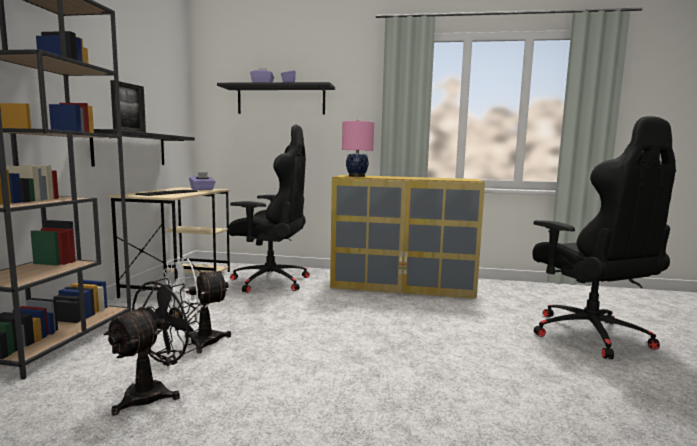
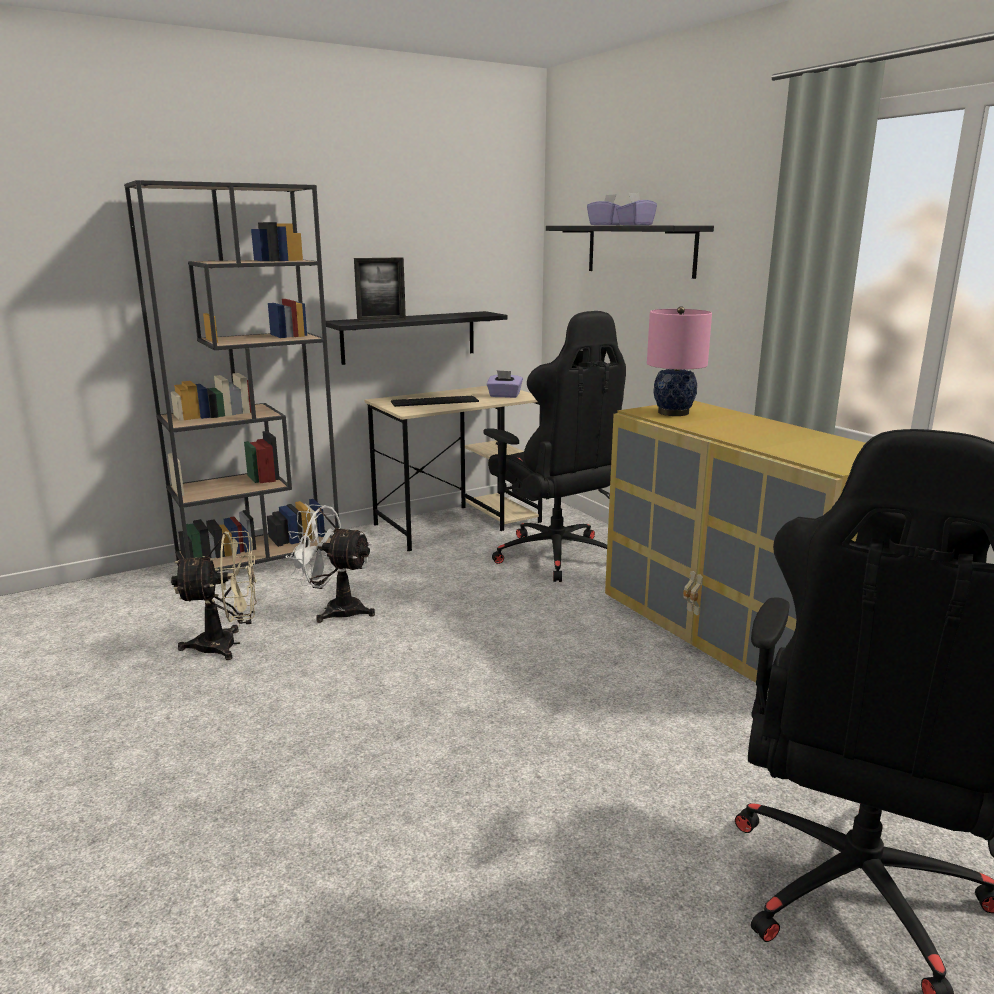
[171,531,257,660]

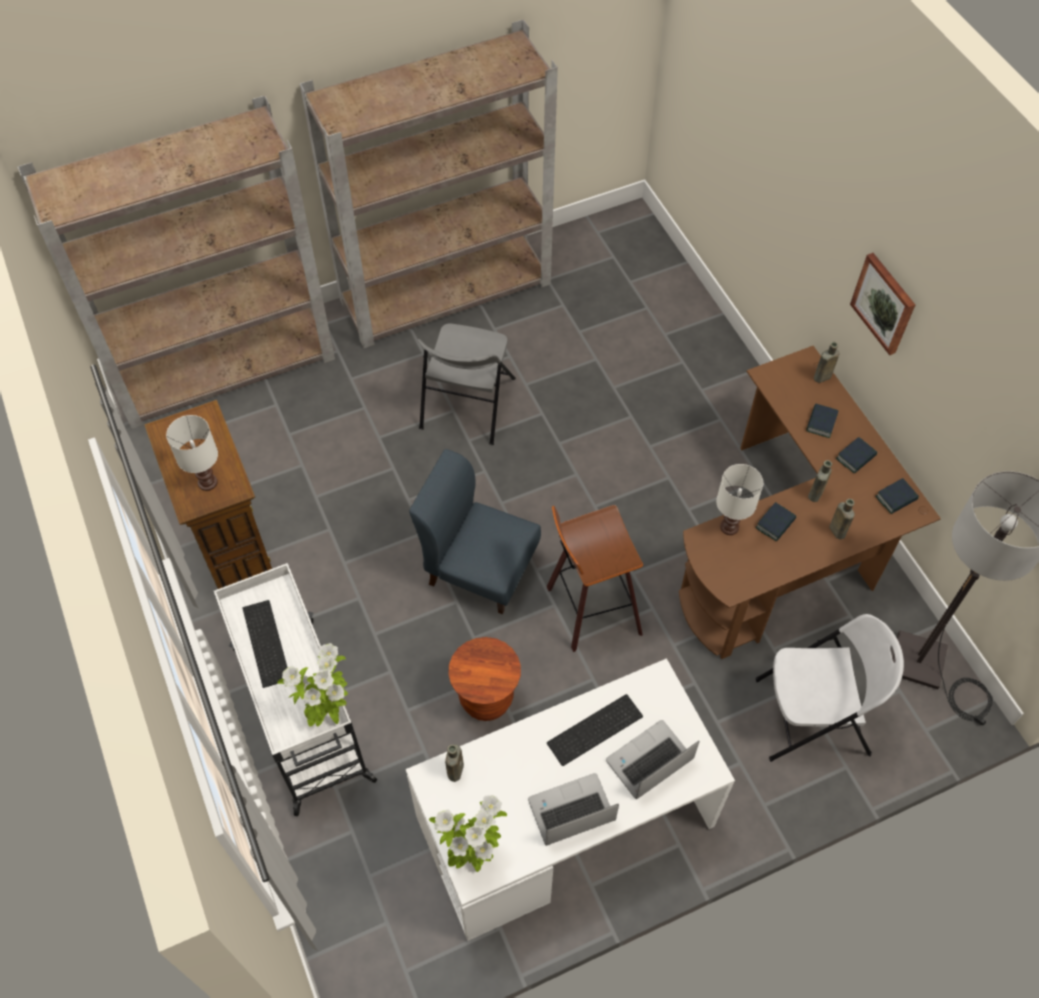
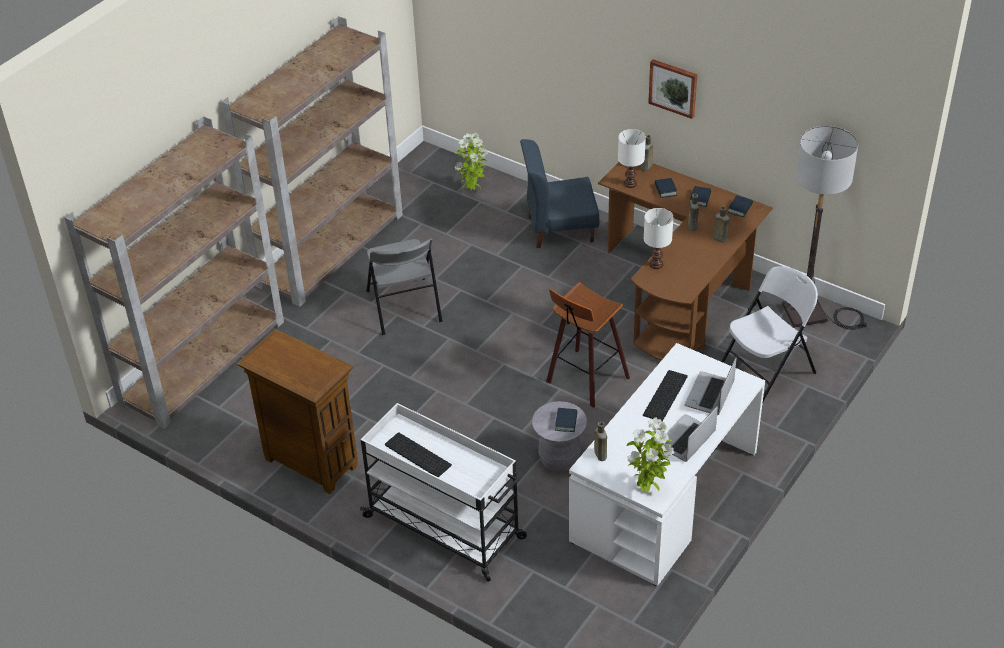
[618,129,646,188]
[454,133,488,190]
[520,139,600,248]
[555,408,578,432]
[532,401,587,472]

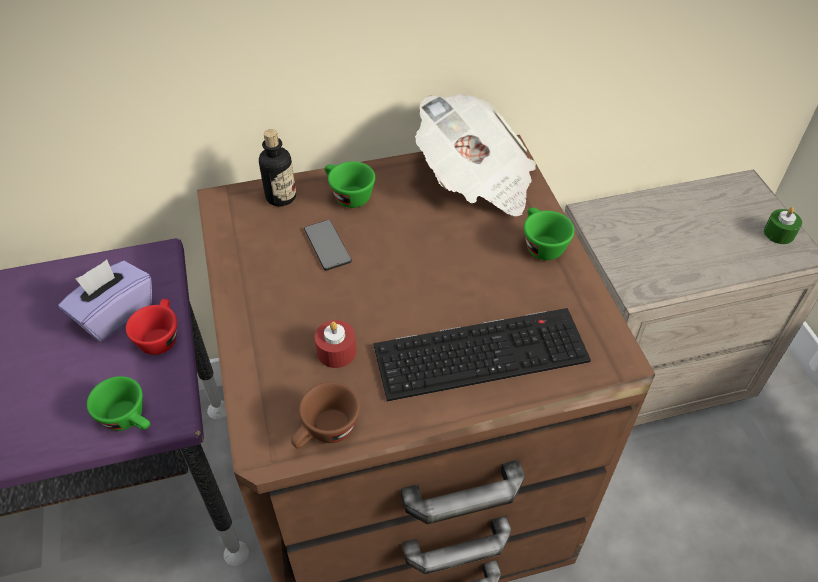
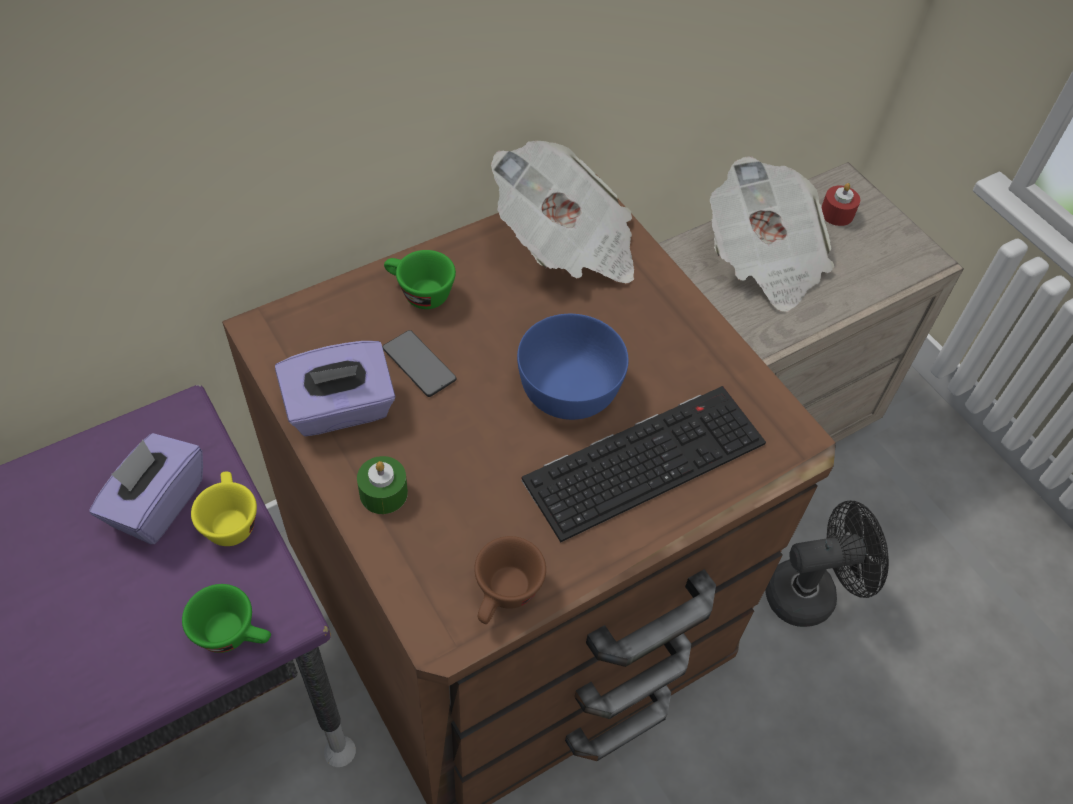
[259,129,296,207] (first image)
[524,207,574,260] (first image)
[275,341,395,436]
[517,314,628,420]
[710,156,834,312]
[765,501,889,627]
[822,183,860,226]
[357,456,408,514]
[191,472,257,546]

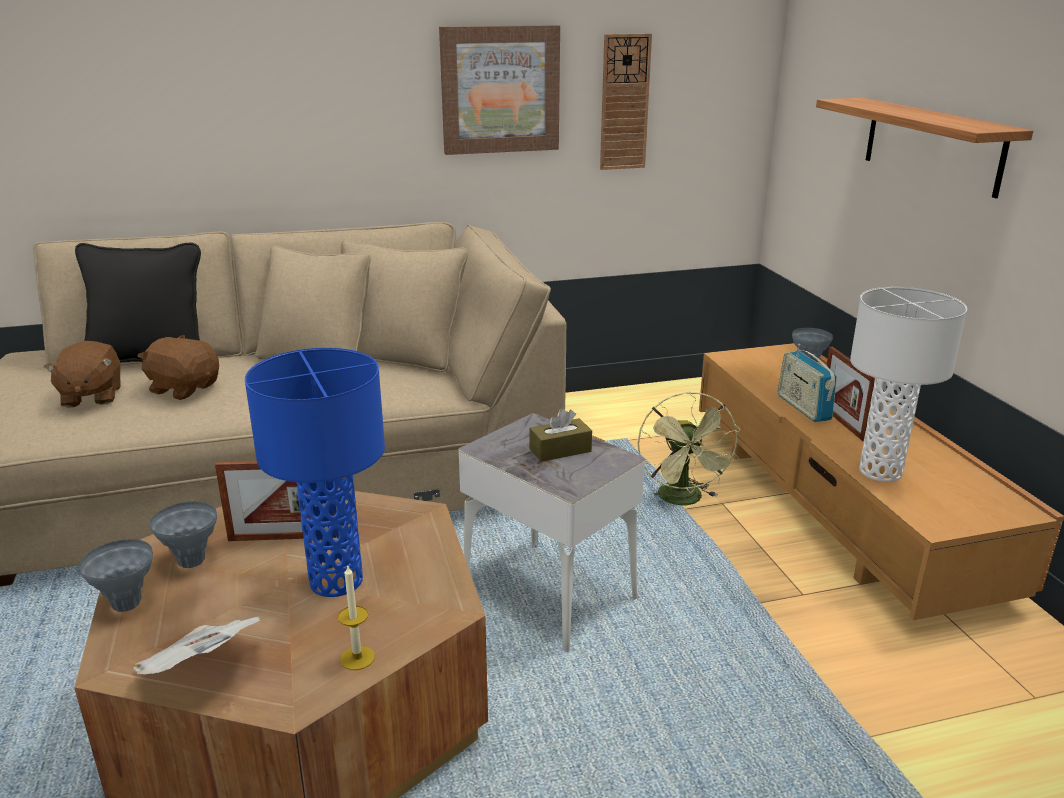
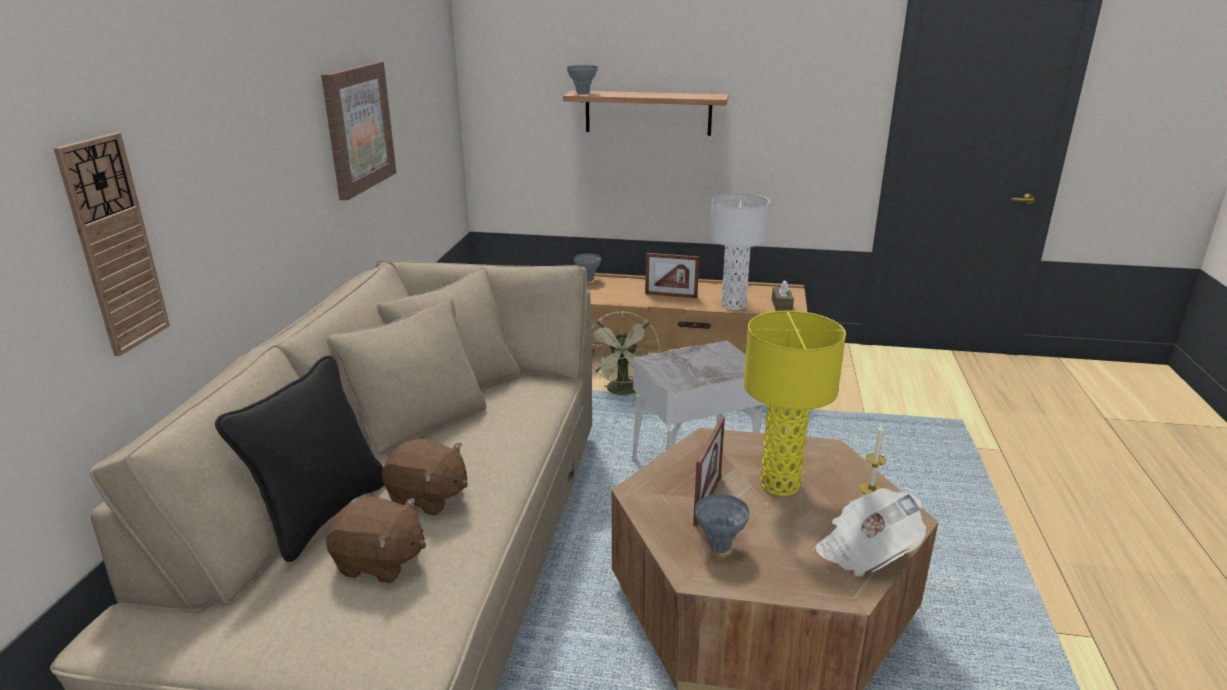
[778,344,837,422] (first image)
[567,65,598,94]
[772,280,794,311]
[54,132,170,356]
[744,311,846,496]
[382,438,468,516]
[591,311,659,395]

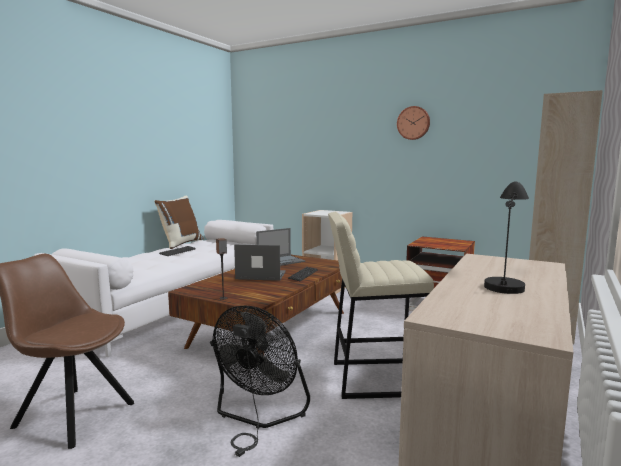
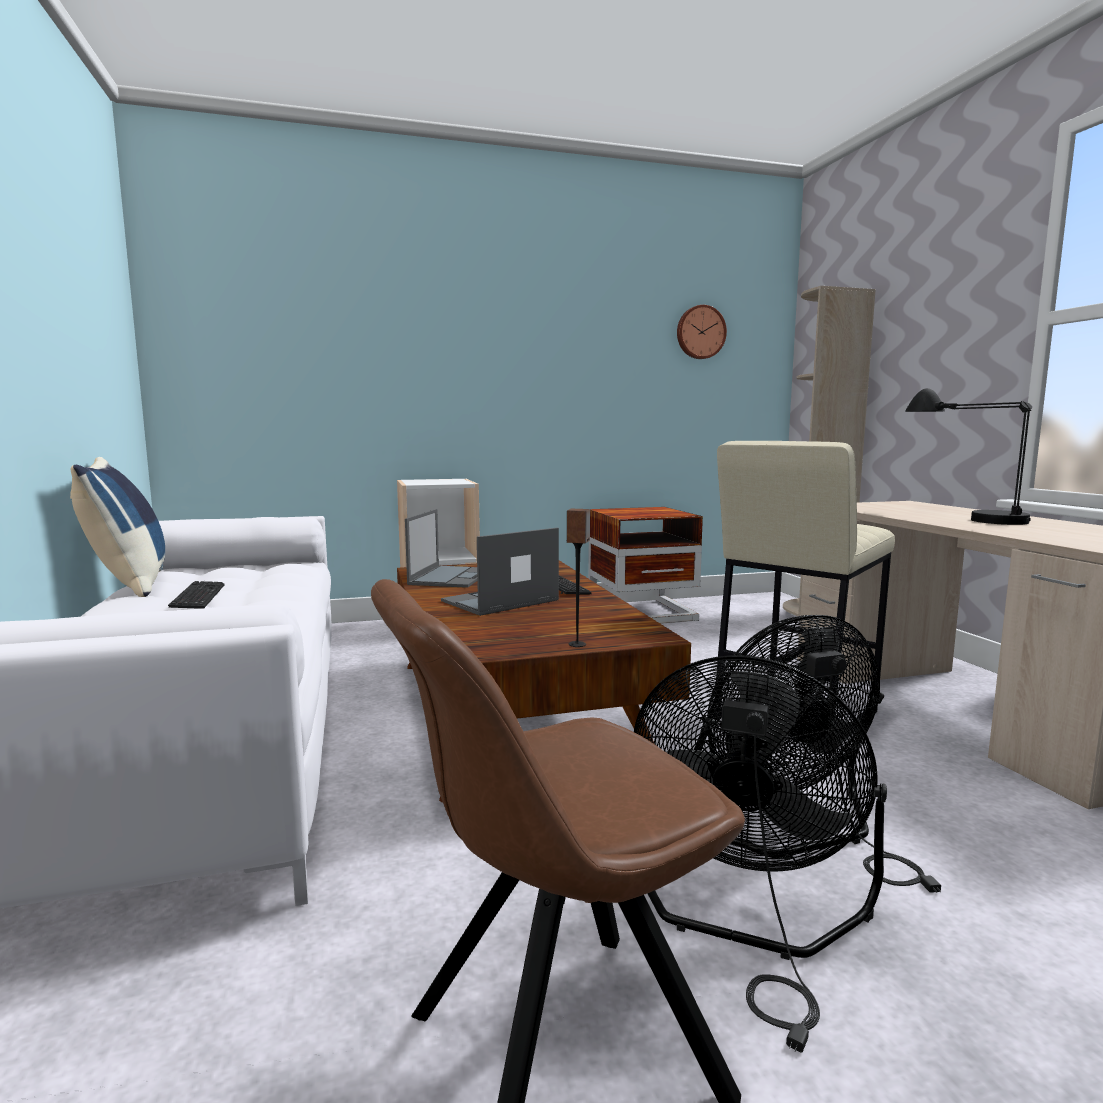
[634,655,887,1053]
[677,305,727,359]
[70,457,165,597]

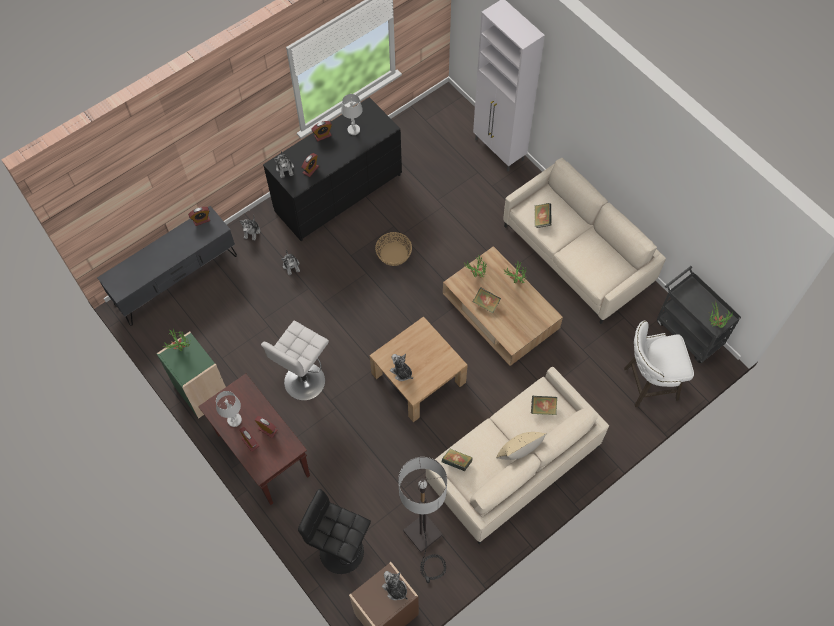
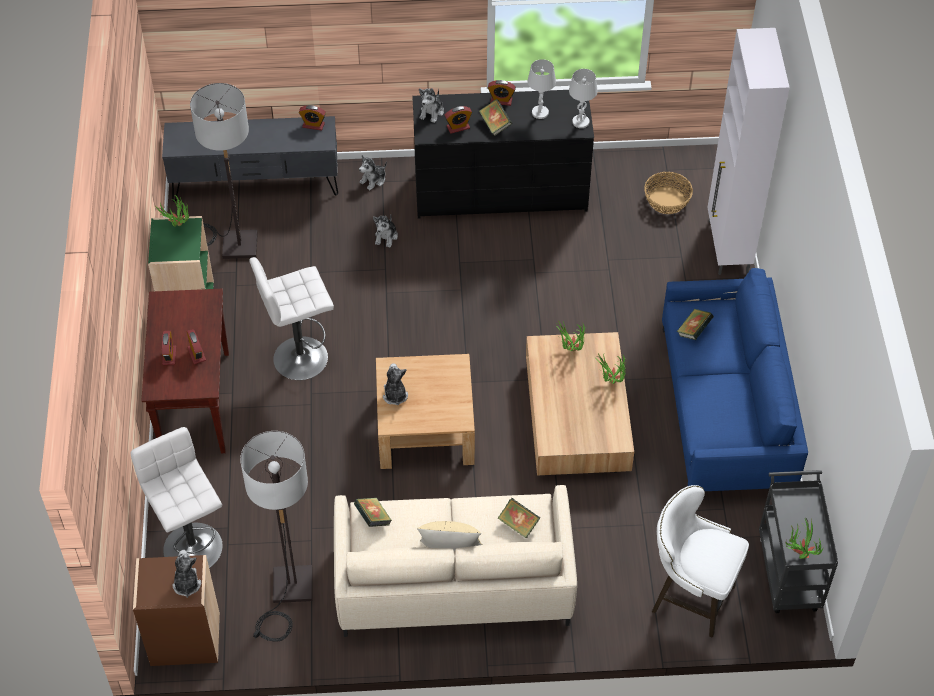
[190,83,258,259]
[569,69,598,128]
[644,172,693,214]
[479,99,512,136]
[131,427,223,568]
[662,268,808,491]

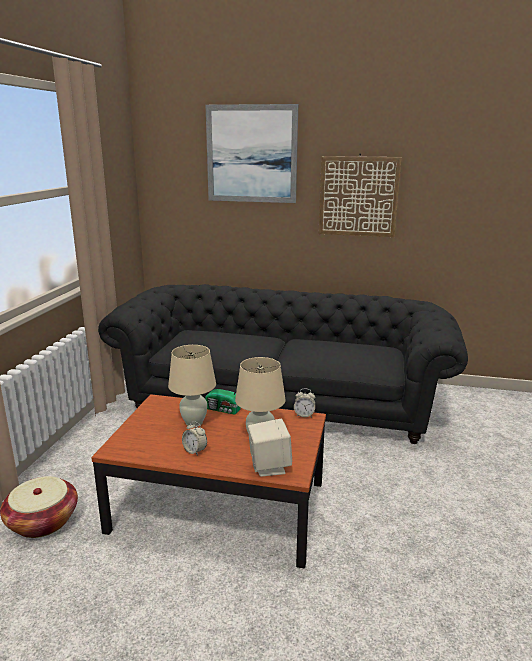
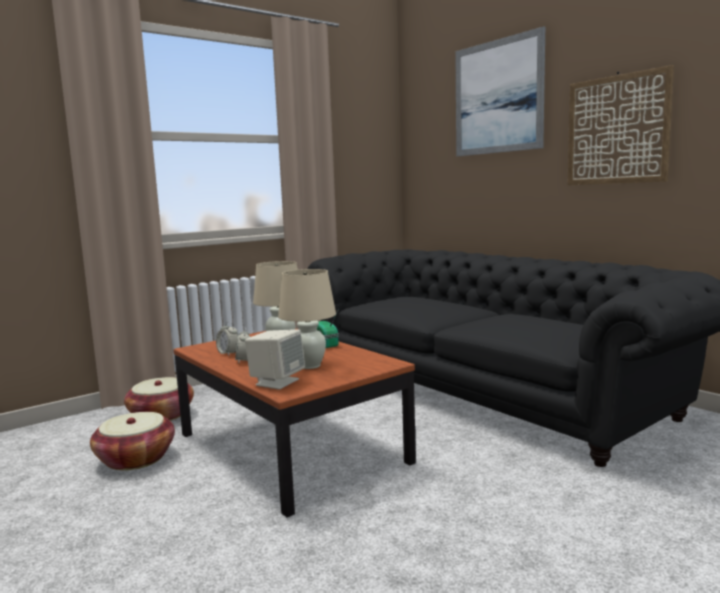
[90,412,175,471]
[216,321,238,355]

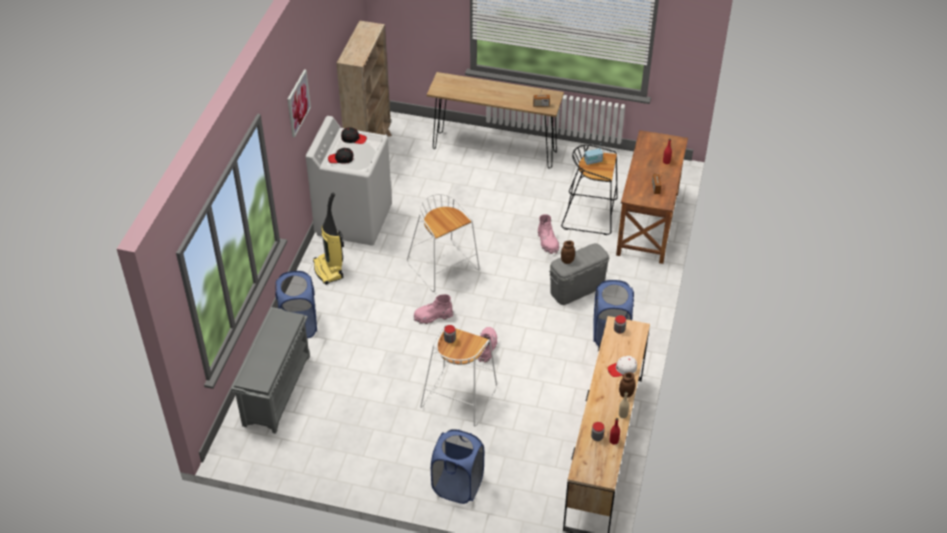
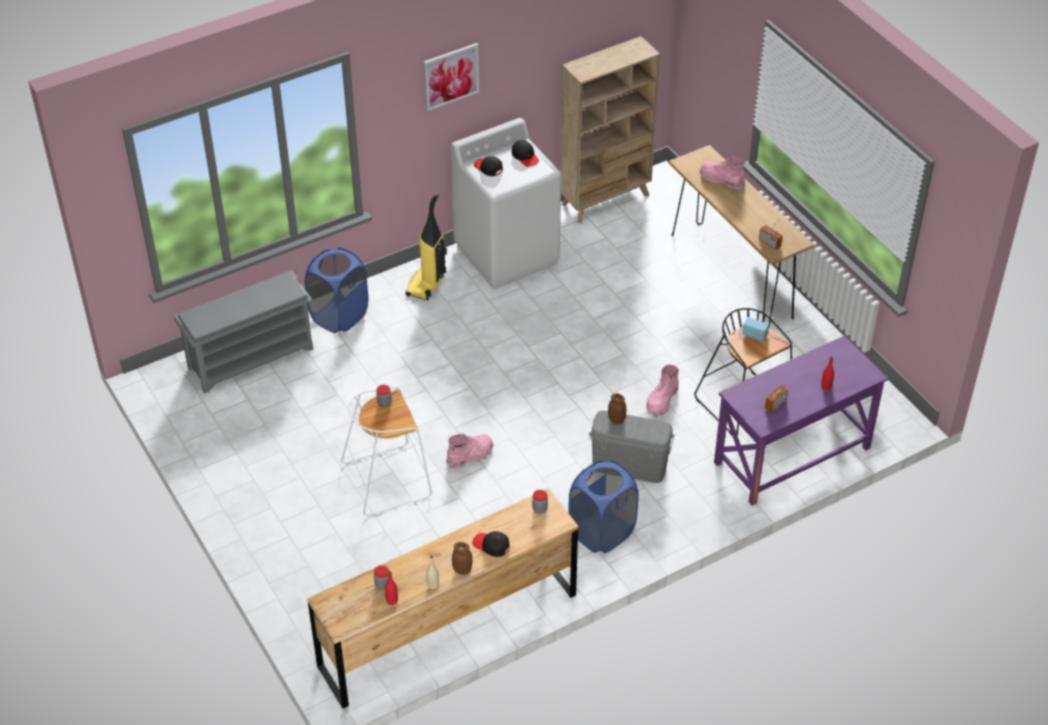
[407,194,480,292] (first image)
[431,429,484,504] (first image)
[699,157,745,191]
[473,531,510,557]
[714,335,888,506]

